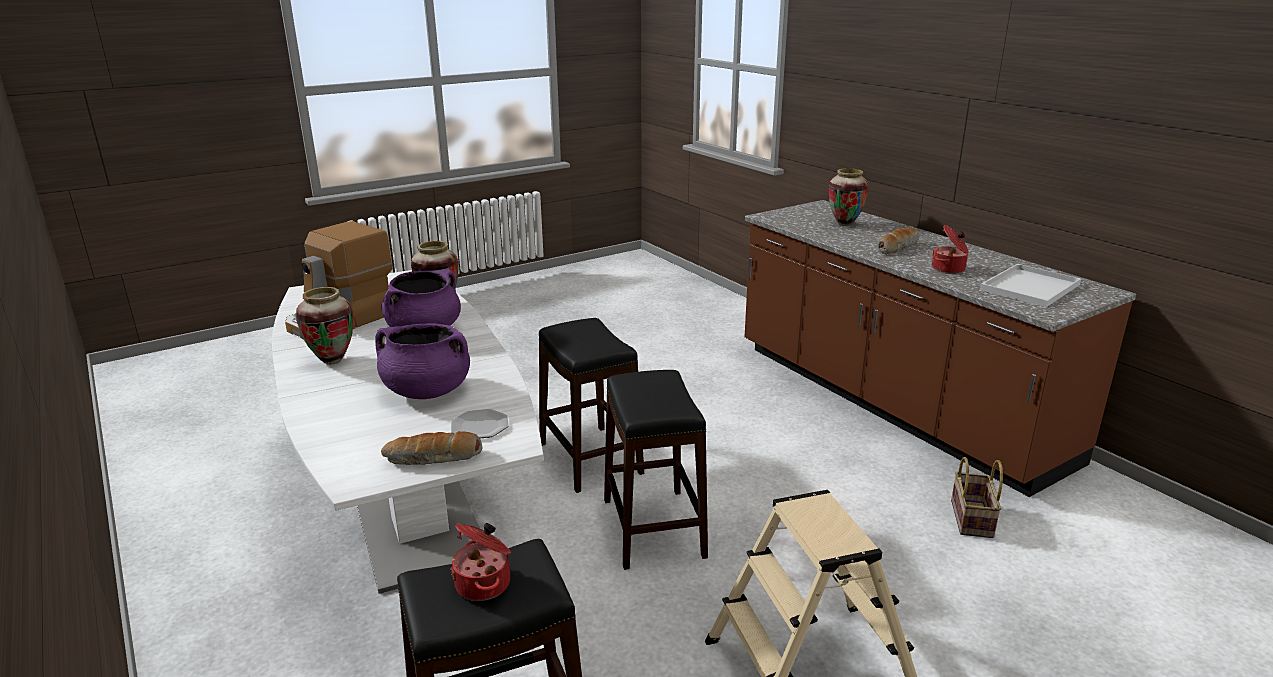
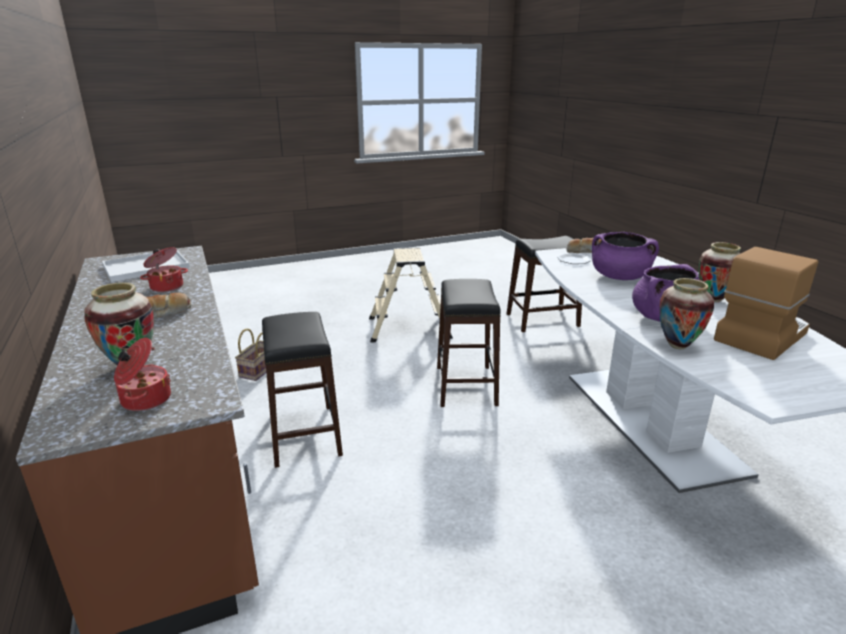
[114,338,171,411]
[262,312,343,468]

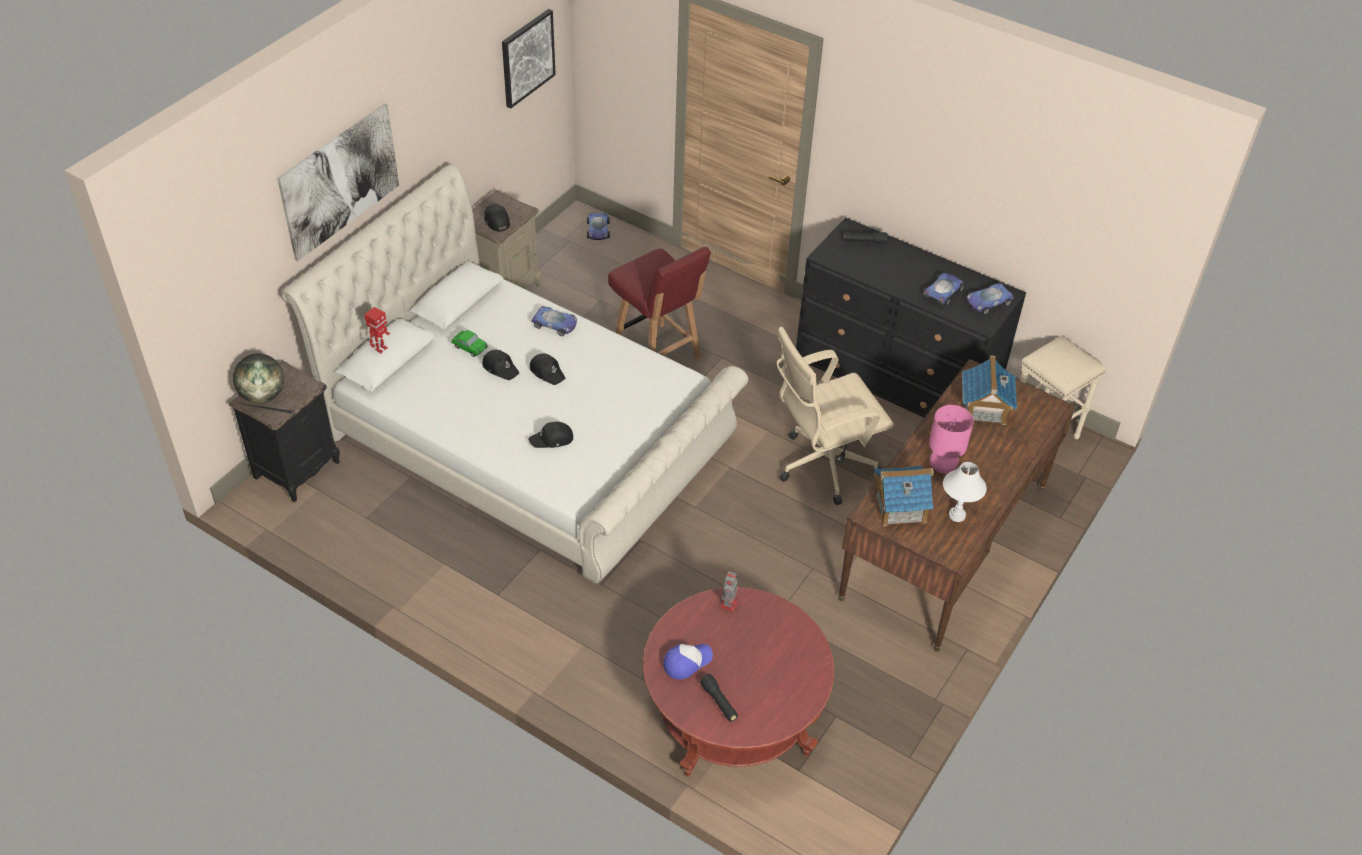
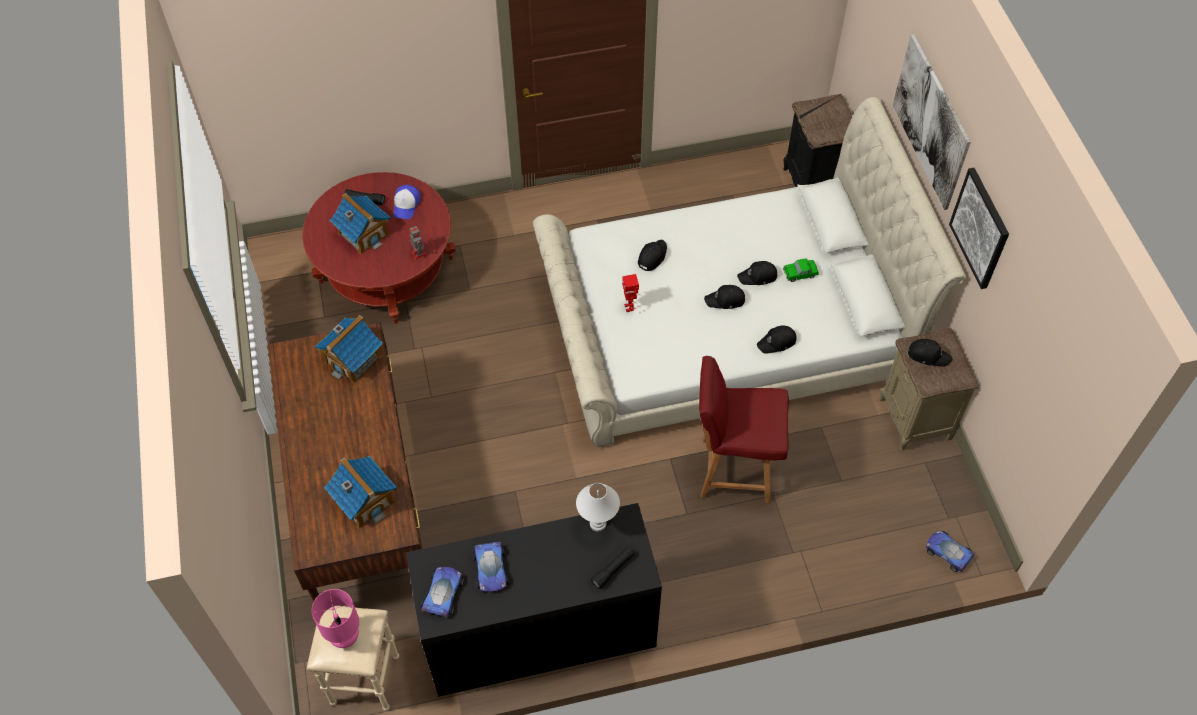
[233,353,284,404] (first image)
[777,327,894,505] (first image)
[330,193,391,255]
[622,274,639,312]
[949,168,1009,289]
[311,589,359,648]
[576,483,620,532]
[757,325,797,354]

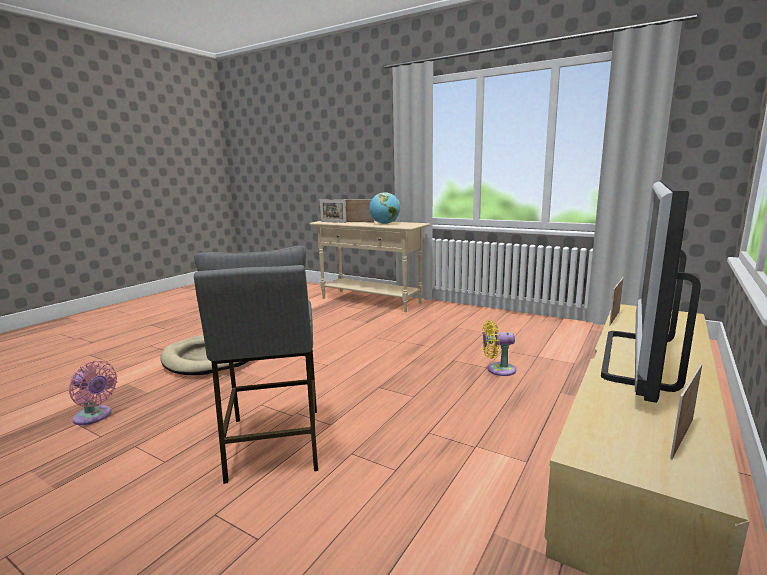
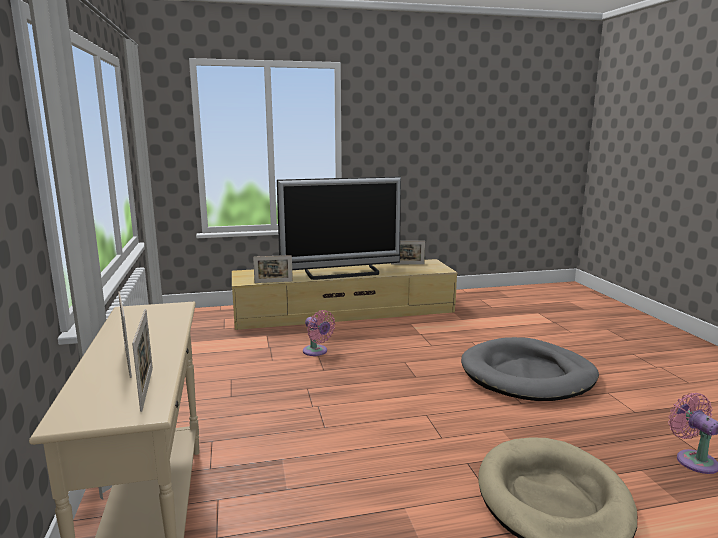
[369,192,400,224] (first image)
[461,337,599,401]
[303,310,335,356]

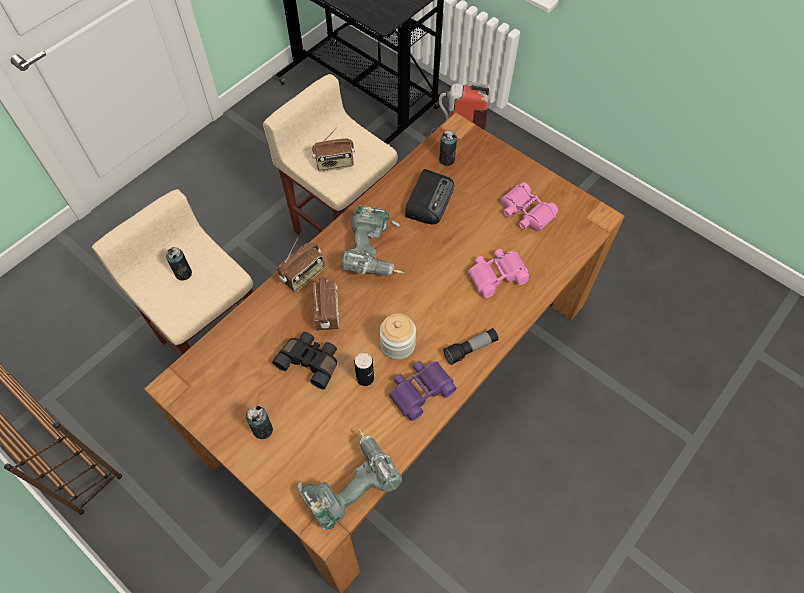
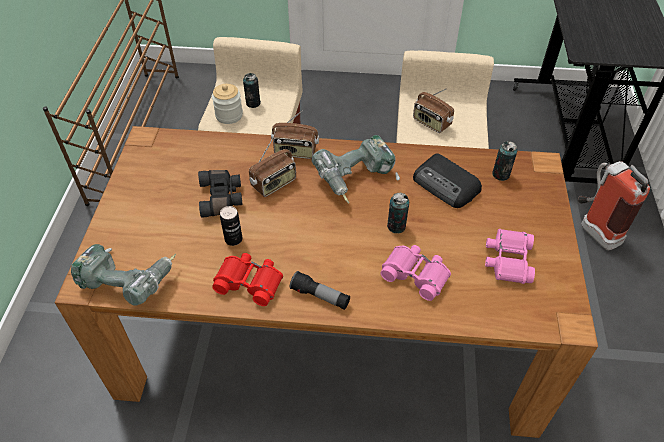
[387,193,409,233]
[212,84,243,124]
[212,253,283,306]
[413,153,482,208]

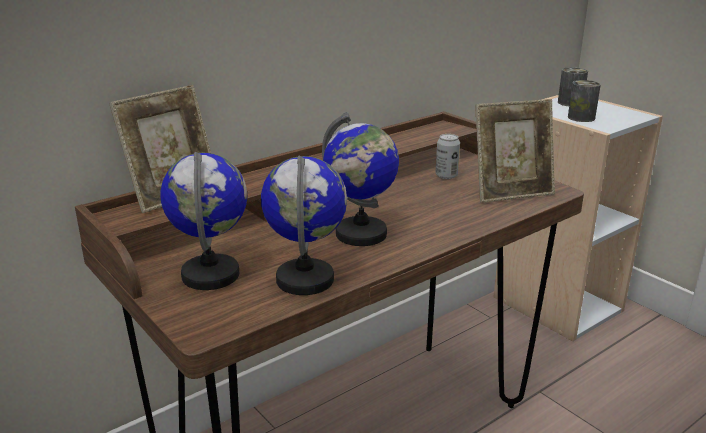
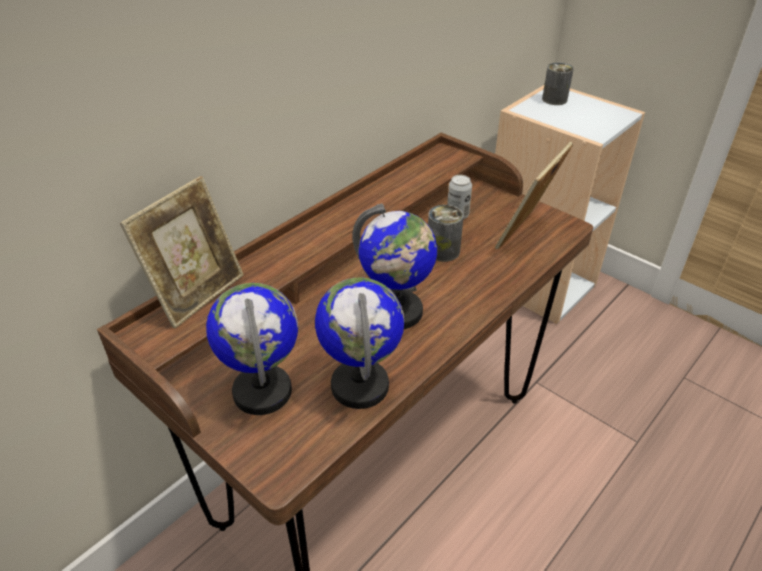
[428,205,464,262]
[495,142,573,249]

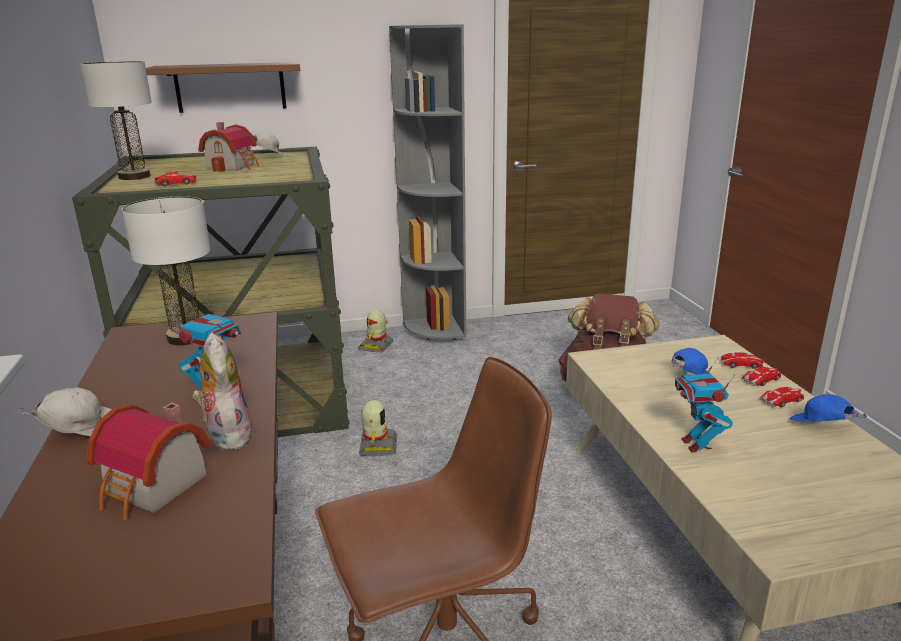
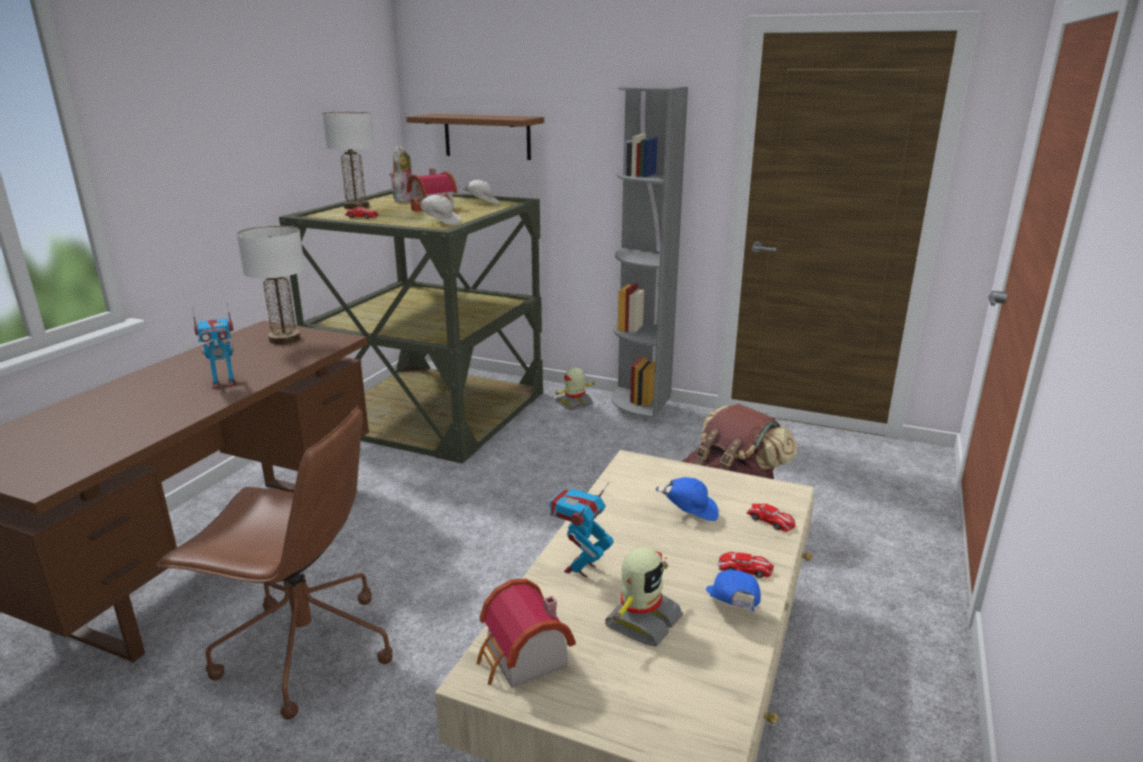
[742,367,781,386] (first image)
[414,195,462,225]
[477,579,576,688]
[389,146,412,202]
[605,547,683,647]

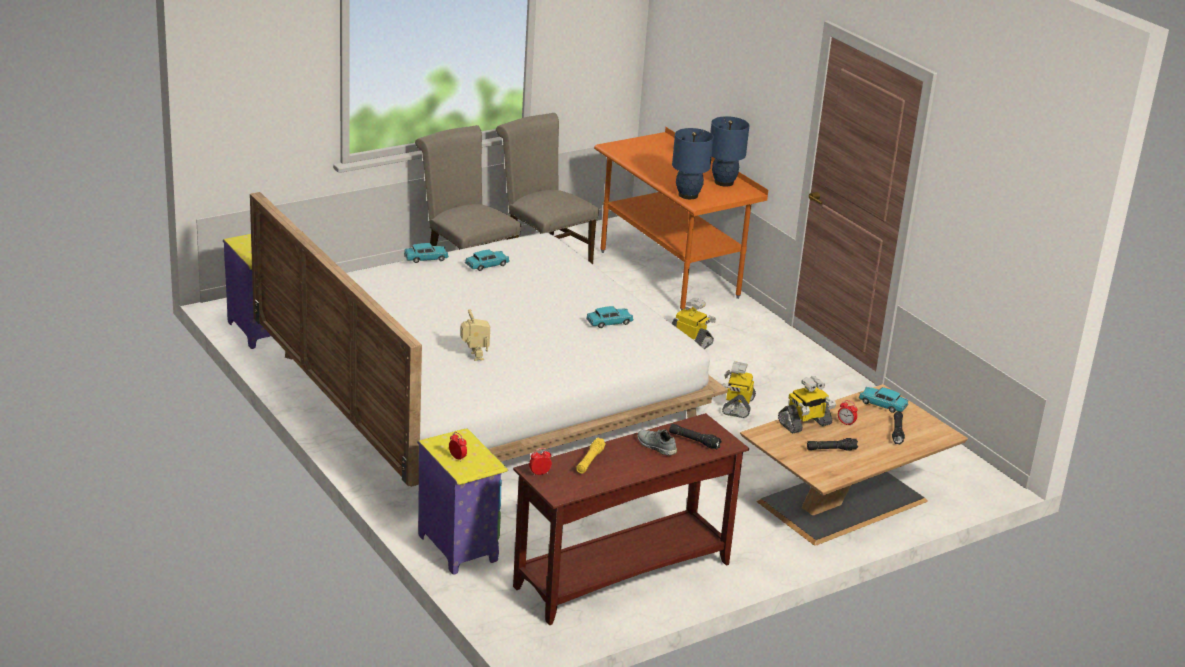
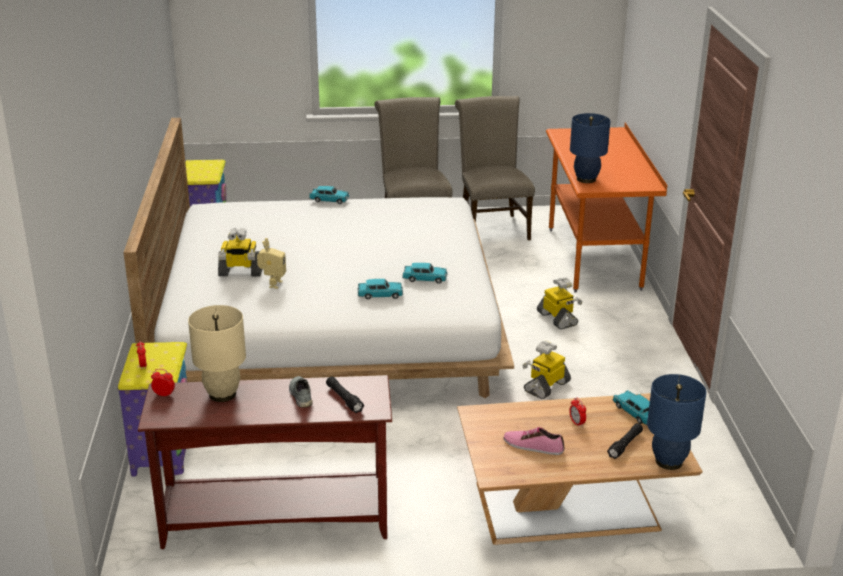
[358,279,403,299]
[647,374,706,470]
[218,228,262,276]
[188,305,246,402]
[504,427,564,455]

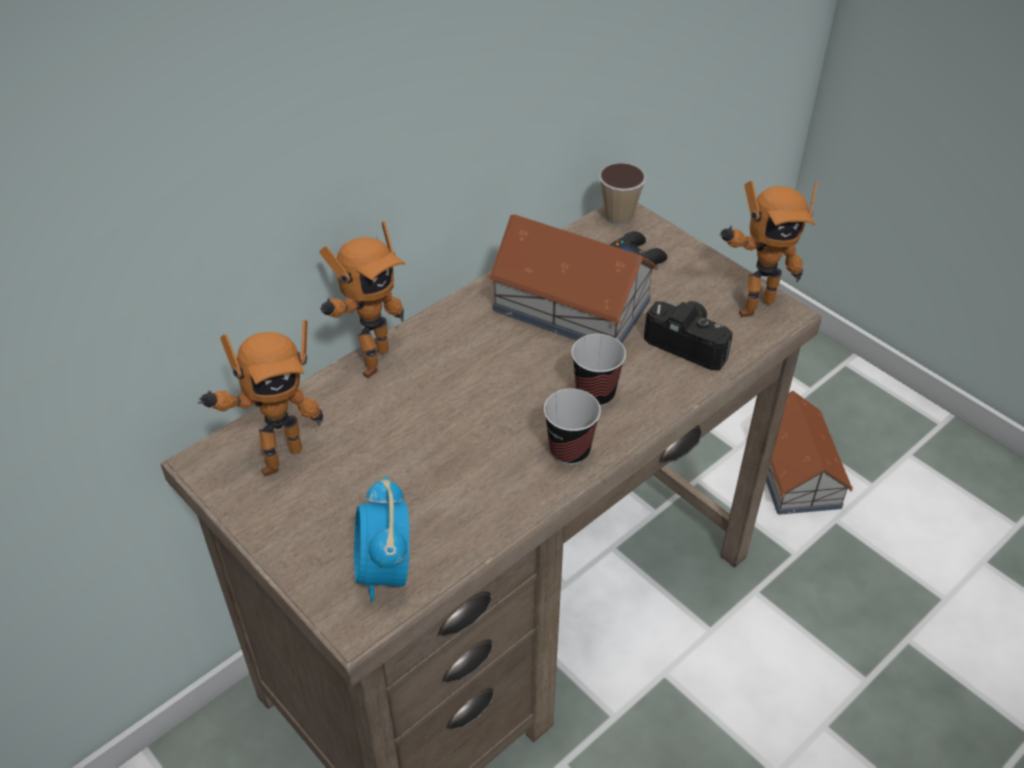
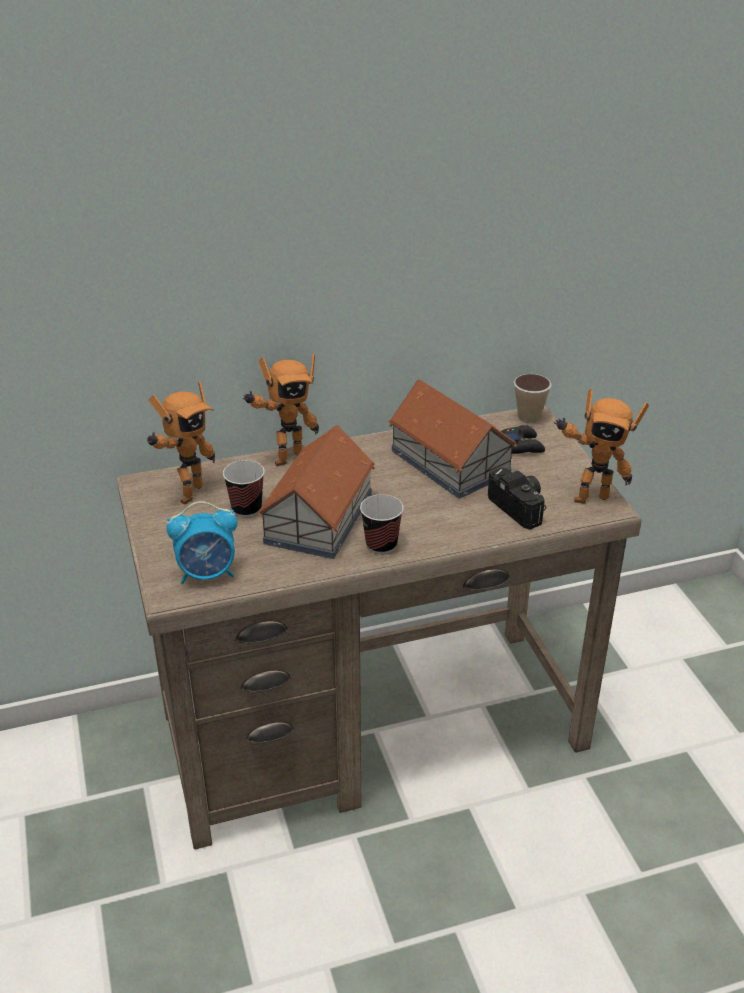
[223,460,265,517]
[257,425,376,559]
[147,381,215,505]
[166,501,237,584]

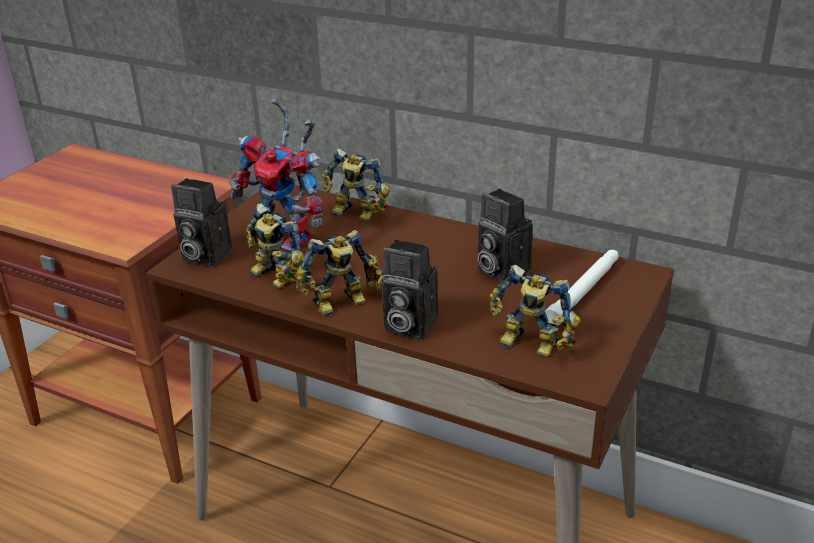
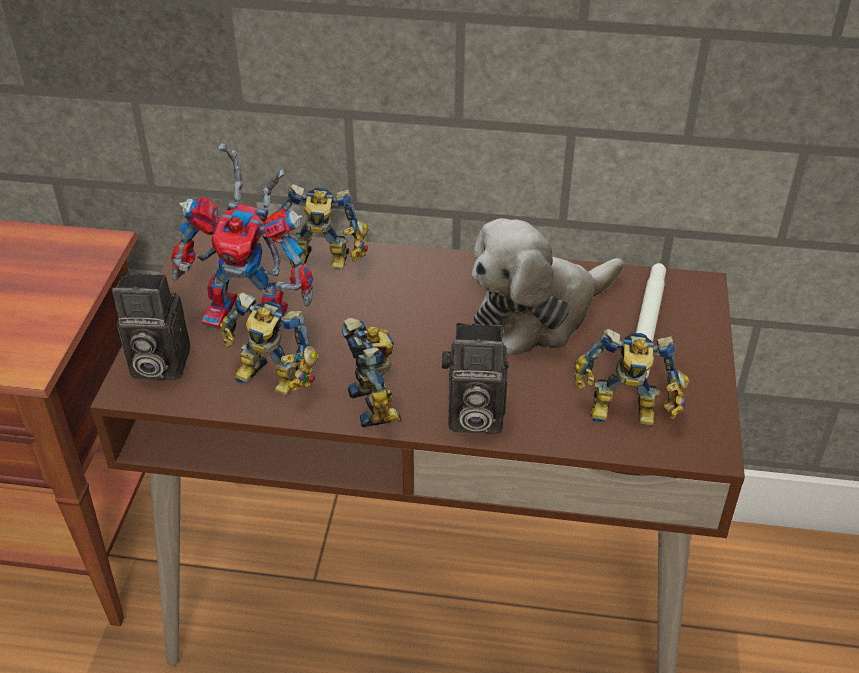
[472,218,624,356]
[342,318,402,427]

